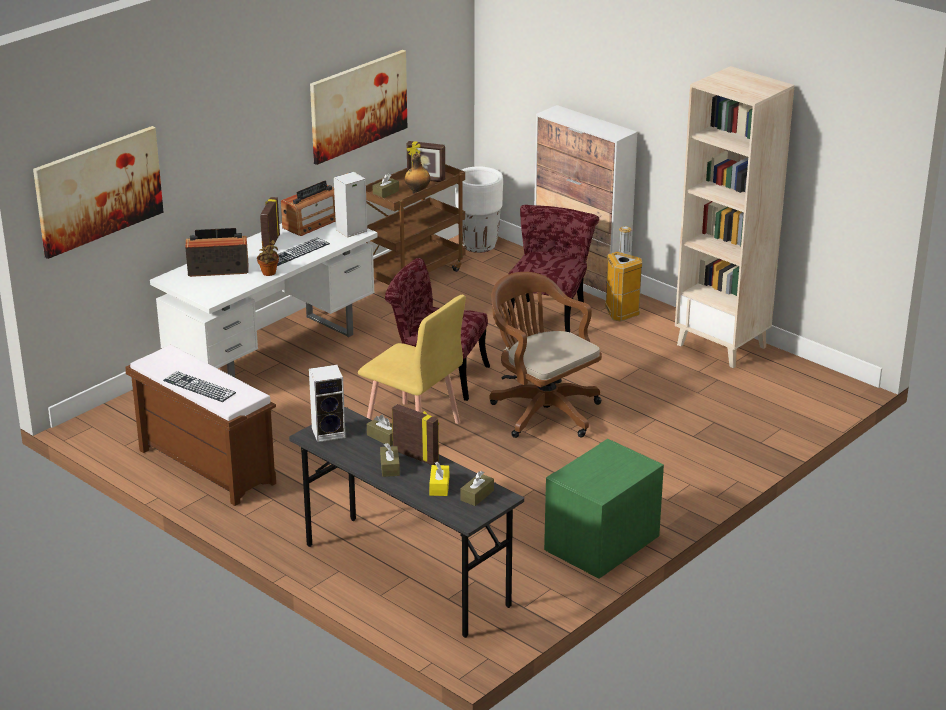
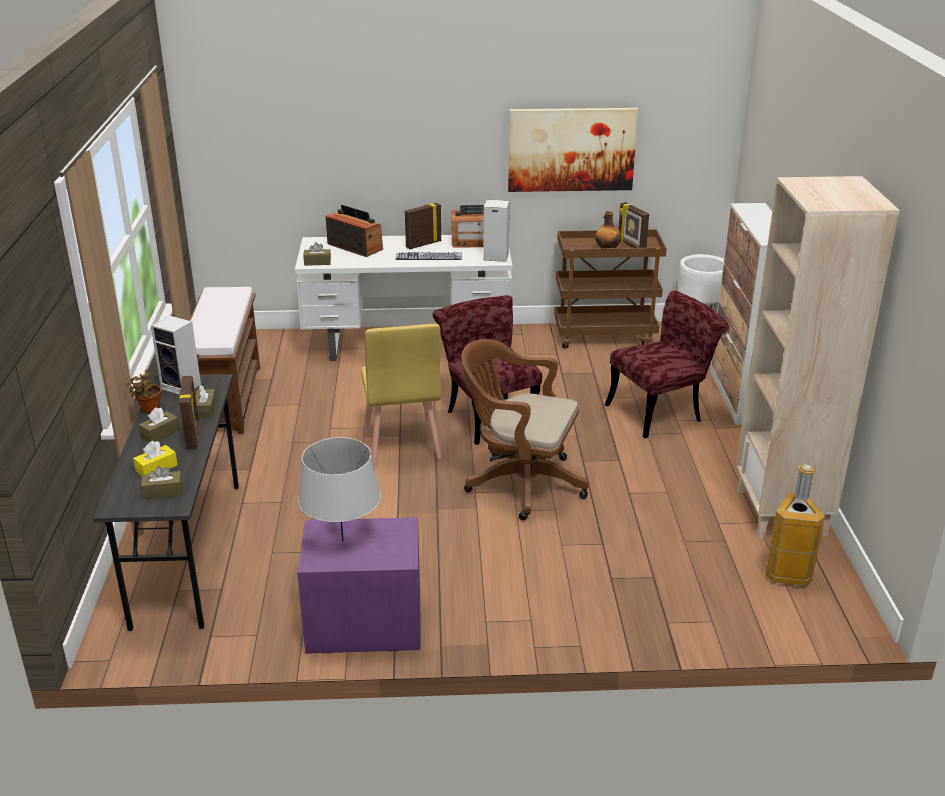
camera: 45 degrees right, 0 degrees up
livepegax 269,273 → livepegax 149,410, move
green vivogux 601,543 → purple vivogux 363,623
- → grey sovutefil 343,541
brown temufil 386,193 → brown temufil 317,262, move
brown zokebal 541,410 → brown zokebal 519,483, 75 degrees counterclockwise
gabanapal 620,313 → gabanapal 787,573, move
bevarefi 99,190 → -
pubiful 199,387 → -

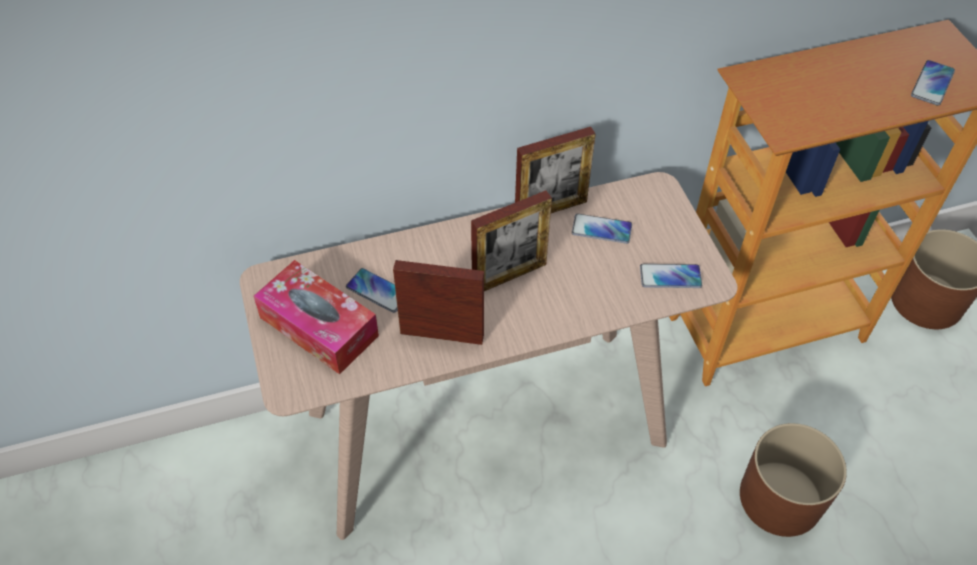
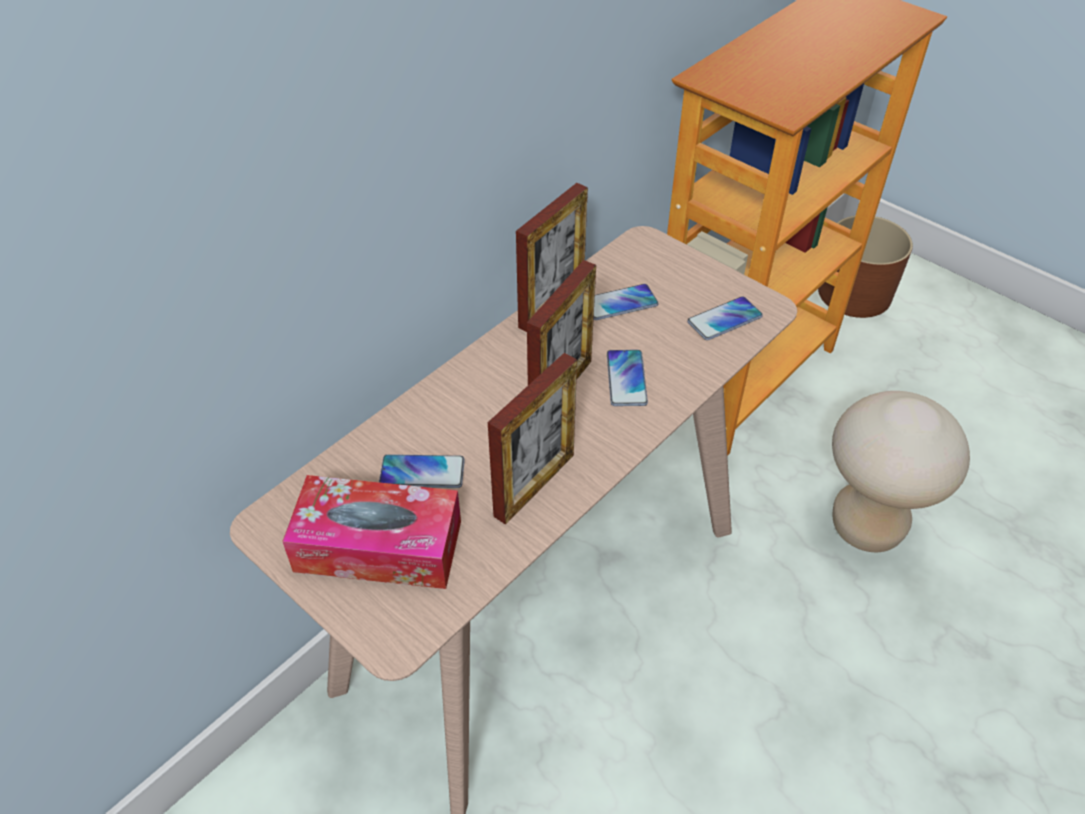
camera: 30 degrees left, 5 degrees down
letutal 442,334 → letutal 534,485, 150 degrees clockwise
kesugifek 932,84 → kesugifek 626,379, move
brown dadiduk 781,498 → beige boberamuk 866,526

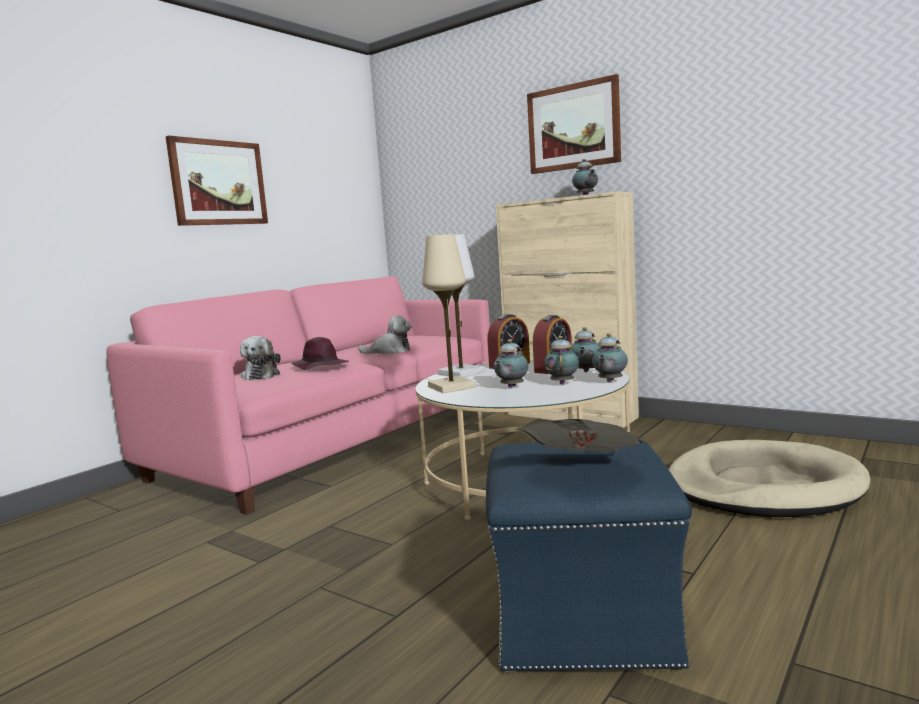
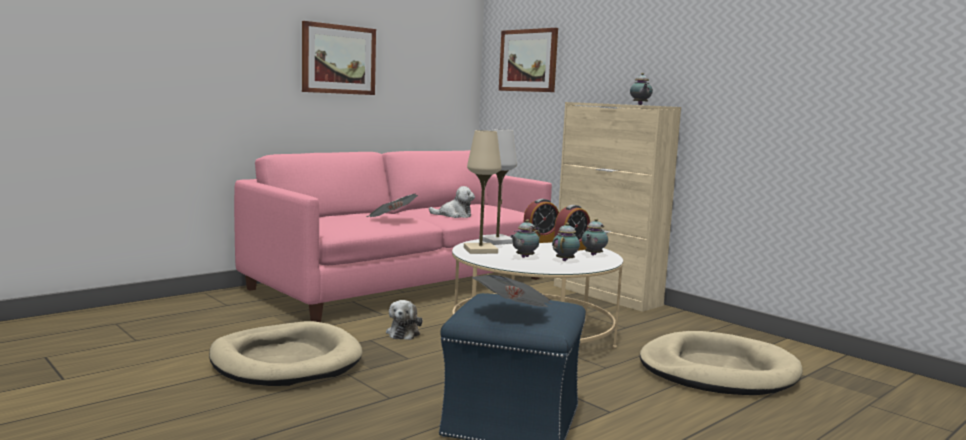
camera: 10 degrees right, 0 degrees up
- → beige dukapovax 286,361
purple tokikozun 319,367 → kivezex 391,220
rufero 261,375 → rufero 404,333, move
bevarefi 573,127 → bevarefi 528,60, move
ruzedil 609,381 → -

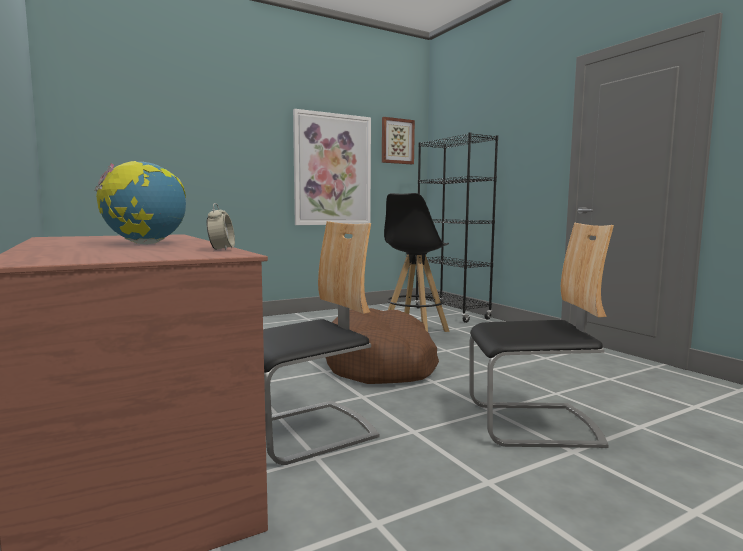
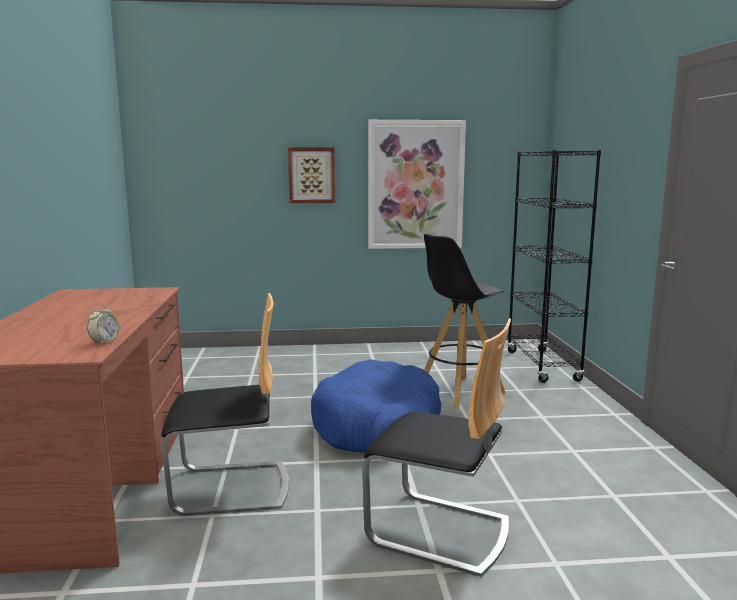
camera: 25 degrees right, 5 degrees up
bevarefi 397,141 → bevarefi 311,175, move
brown dukapovax 380,364 → blue dukapovax 377,426
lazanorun 145,244 → -

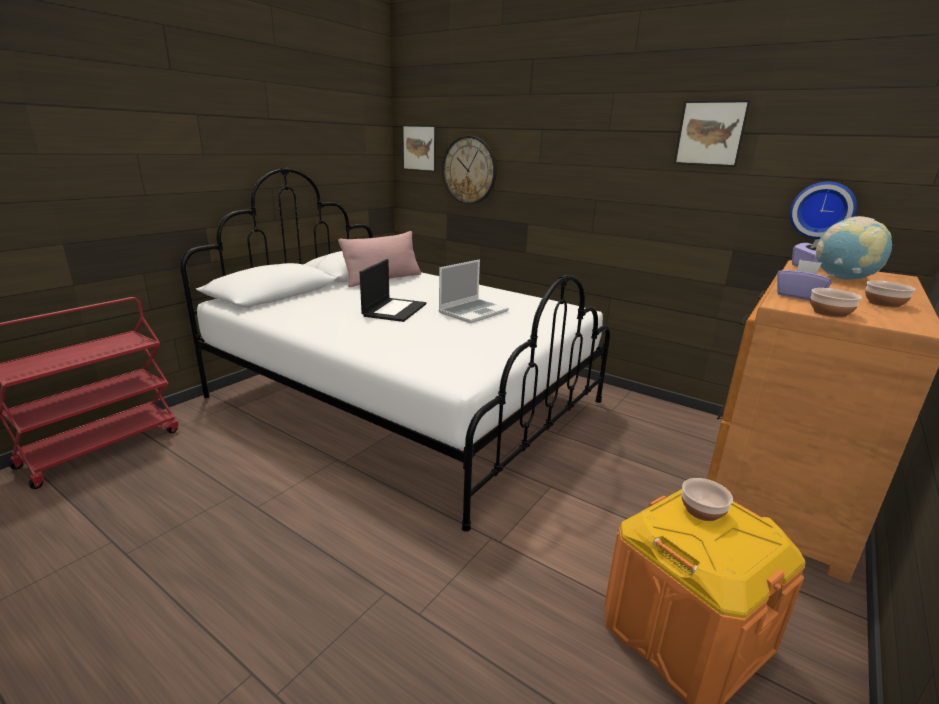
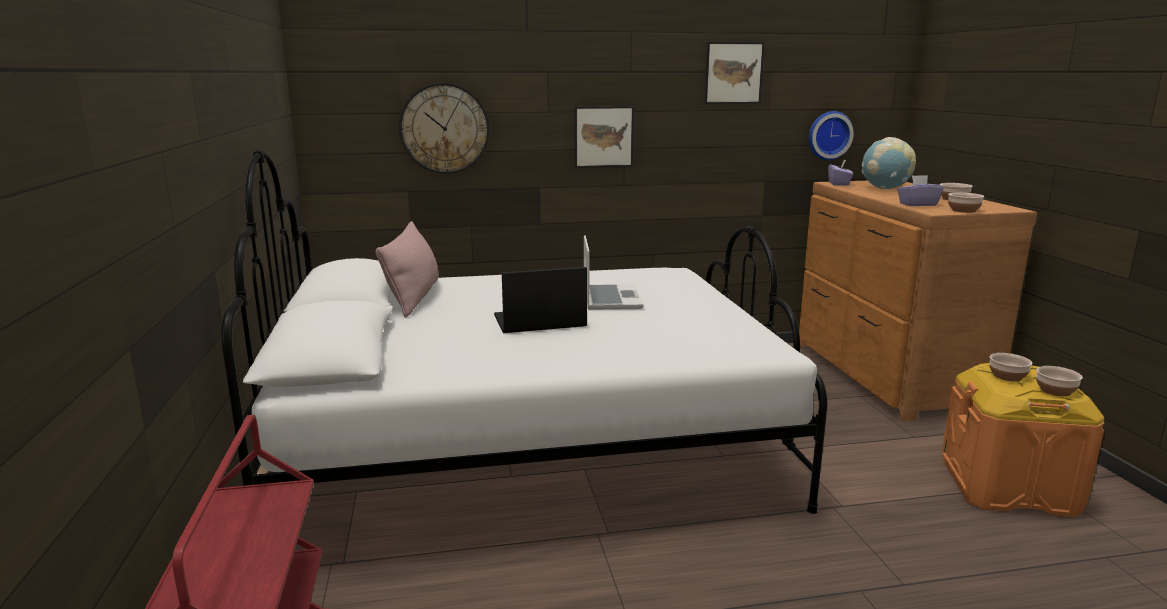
camera: 45 degrees left, 5 degrees down
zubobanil 394,309 → zubobanil 539,321, 75 degrees counterclockwise
bevarefi 419,148 → bevarefi 603,136, move
- → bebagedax 1055,390

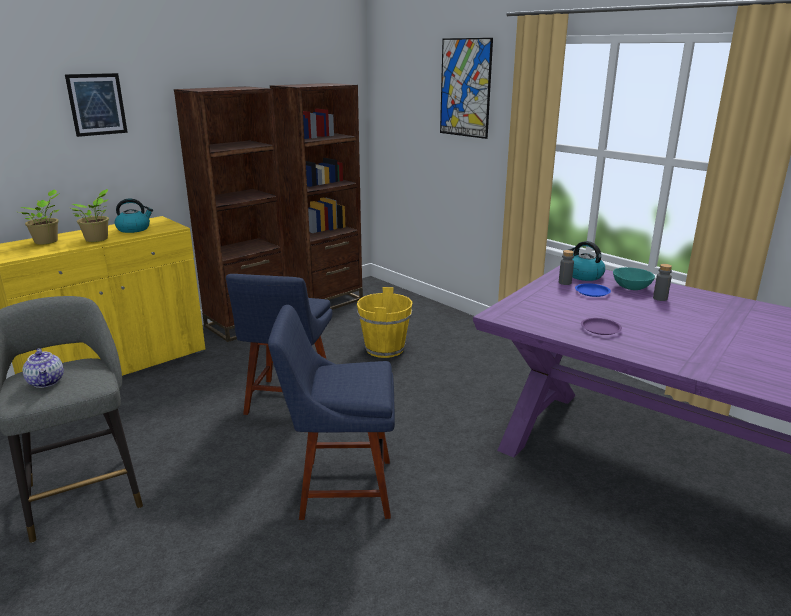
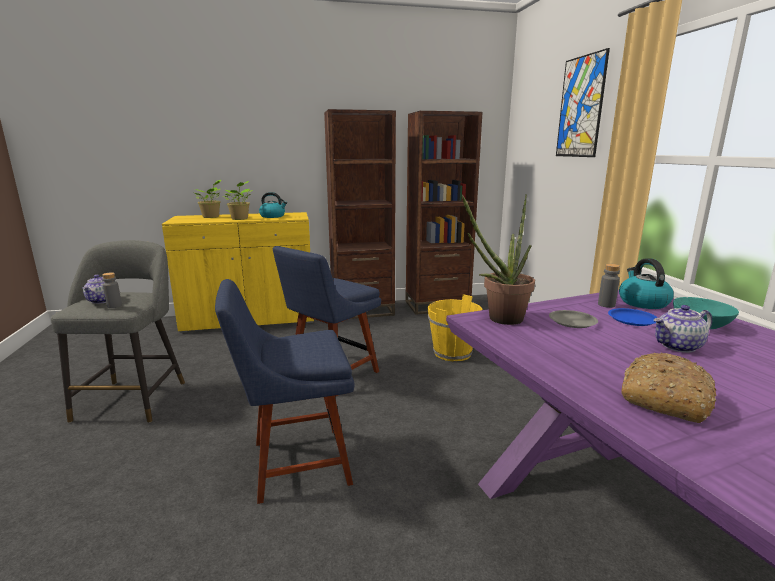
camera: 30 degrees right, 5 degrees down
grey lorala 660,298 → grey lorala 114,306, move
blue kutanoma 340,488 → blue kutanoma 294,463, 45 degrees counterclockwise
- → livepegax 499,319
- → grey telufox 572,322
- → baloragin 663,398
- → ruzedil 678,346
bevarefi 97,104 → -
purple telufox 601,329 → -

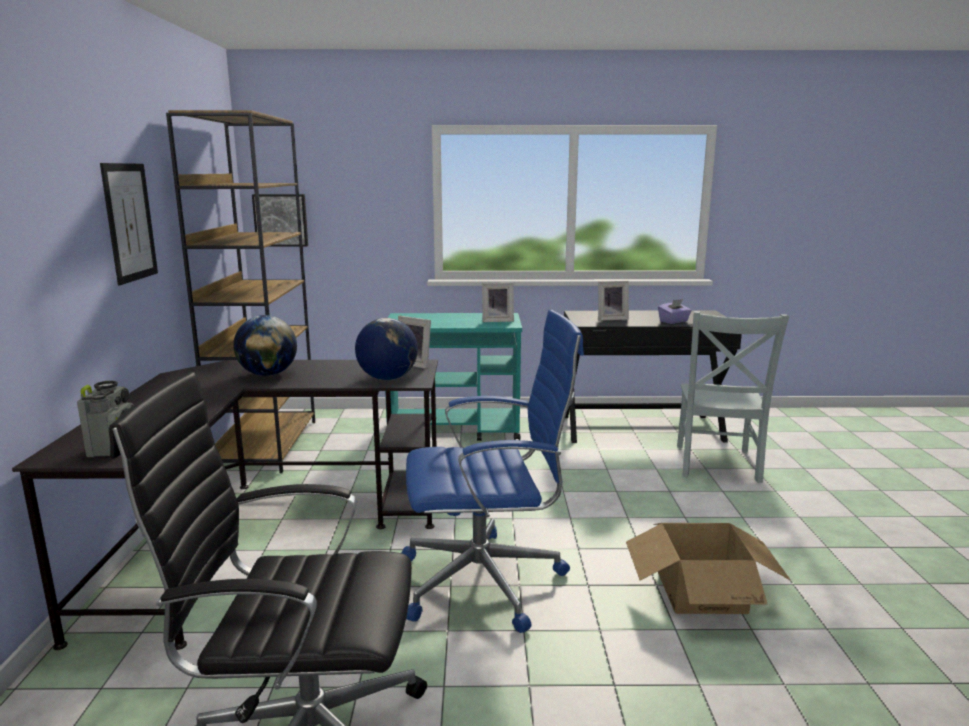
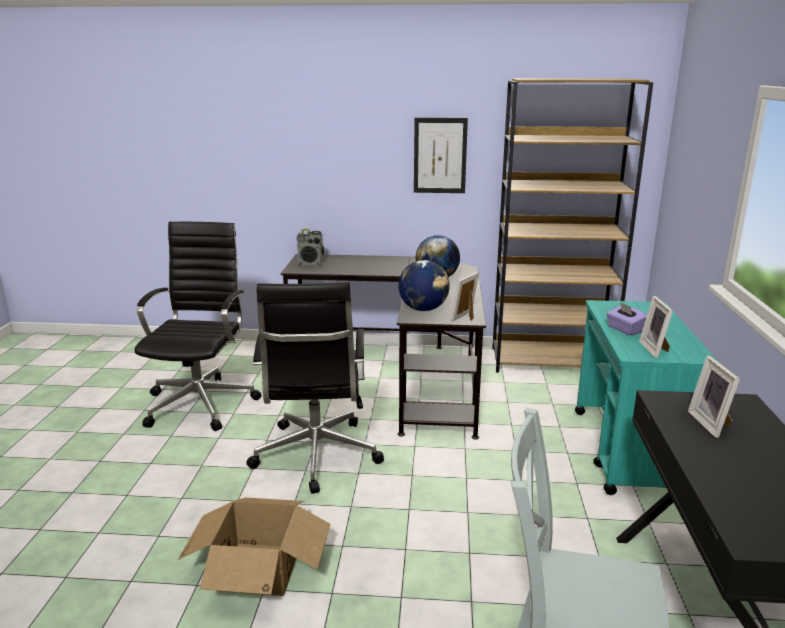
camera: 95 degrees right, 5 degrees up
blue zokebal 487,581 → black zokebal 316,456
purple temufil 674,321 → purple temufil 624,329, move
bevarefi 281,220 → -

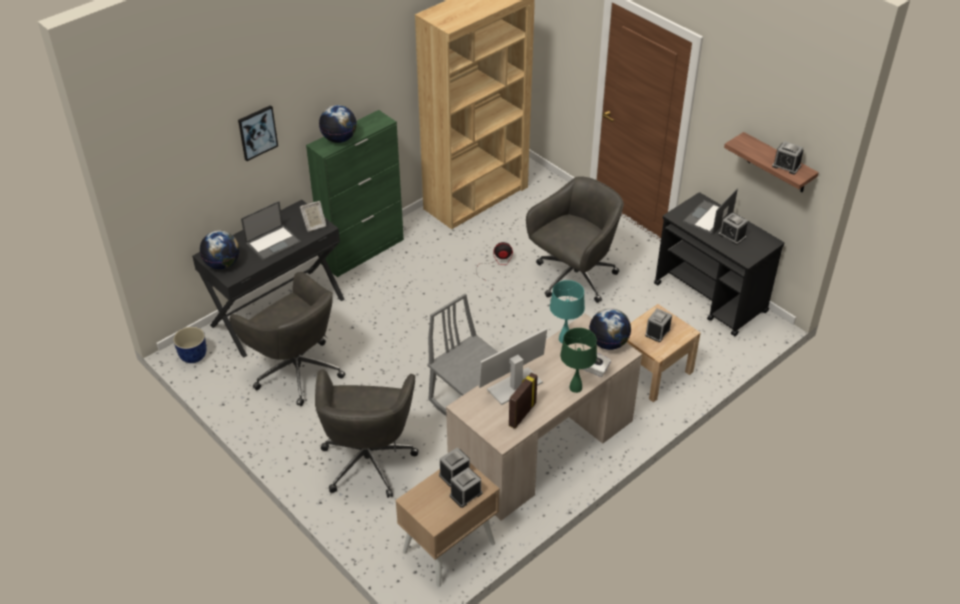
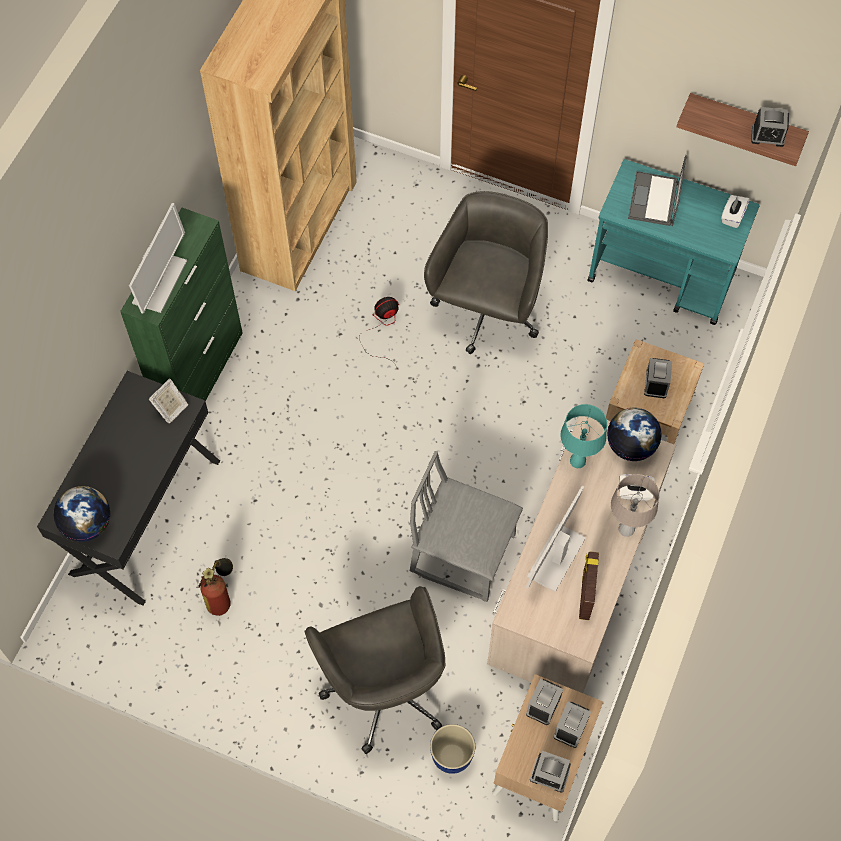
camera: 25 degrees left, 20 degrees up
lazanorun 339,139 → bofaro 160,283
grey zokebal 296,370 → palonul 221,596
dadiduk 193,356 → dadiduk 451,756, move
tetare 732,236 → tetare 549,775, move
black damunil 710,298 → turquoise damunil 662,277
green sovutefil 575,387 → beige sovutefil 626,528
- → white temufil 732,216
bevarefi 257,132 → -
zubobanil 273,242 → -

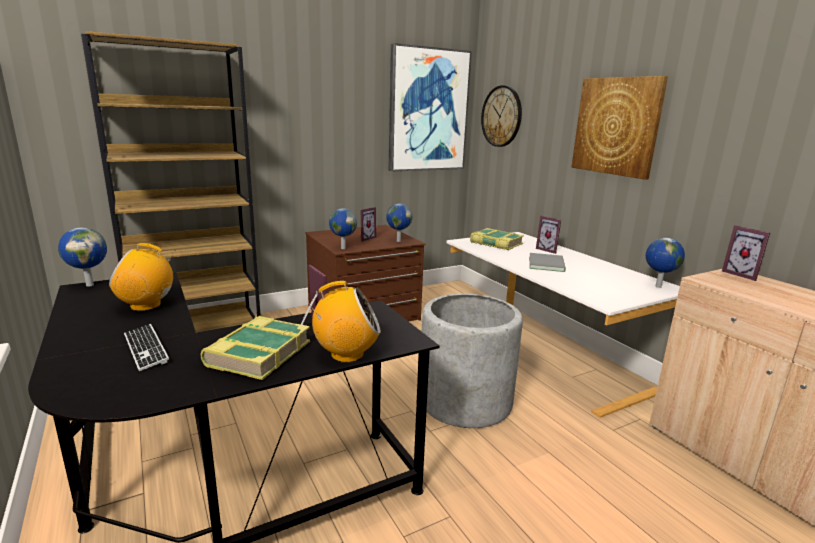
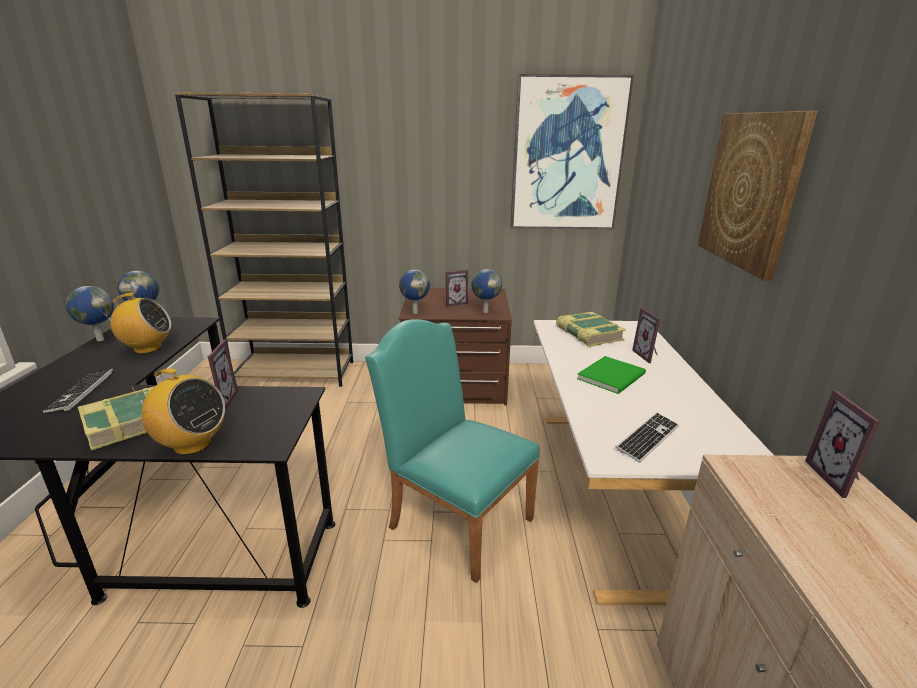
camera: 30 degrees right, 5 degrees up
lazanorun 657,286 → lazanorun 99,340, move
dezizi 146,305 → dezizi 147,348, 150 degrees clockwise
grey dadiduk 465,401 → turquoise kutanoma 454,518
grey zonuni 547,263 → green zonuni 613,376
- → pubiful 648,438
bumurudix 501,116 → -

